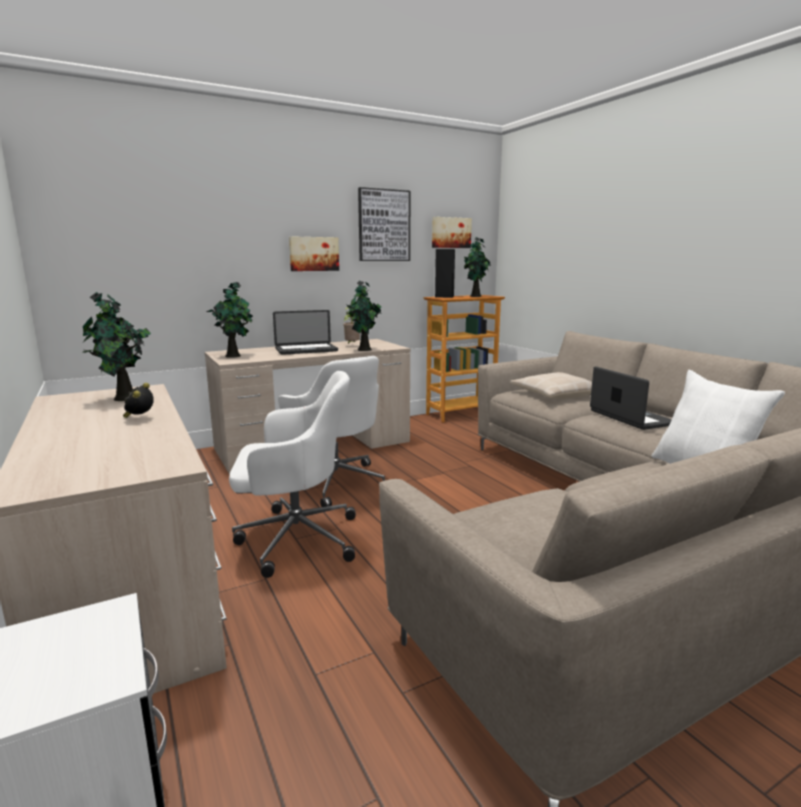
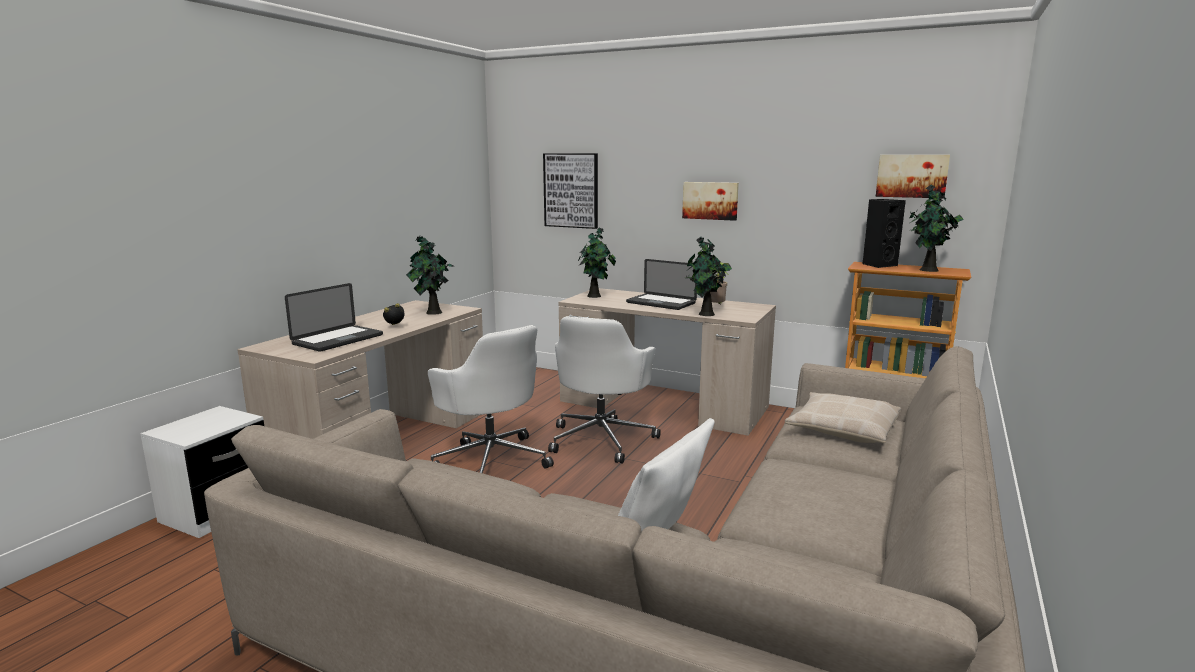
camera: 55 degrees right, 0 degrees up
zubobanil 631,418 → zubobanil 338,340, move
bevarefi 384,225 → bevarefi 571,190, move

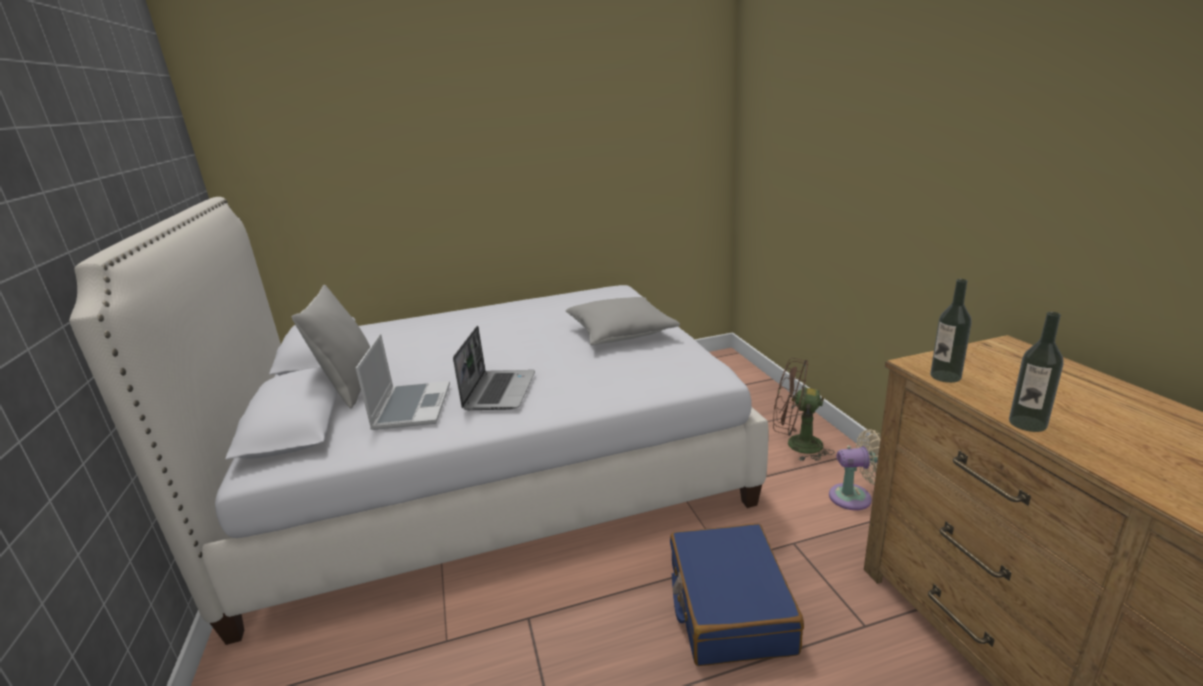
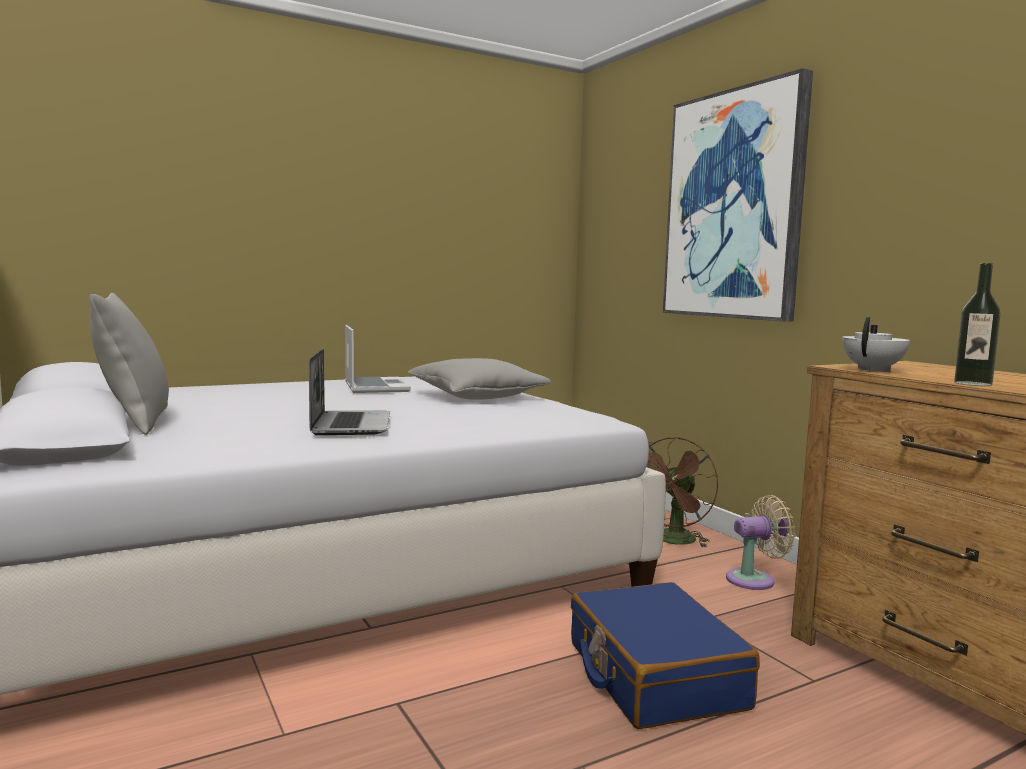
camera: 15 degrees left, 15 degrees down
zubobanil 411,407 → zubobanil 374,387, move
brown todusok 796,445 → brown todusok 673,542, 60 degrees counterclockwise
- → bevarefi 734,206
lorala 945,376 → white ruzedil 873,370

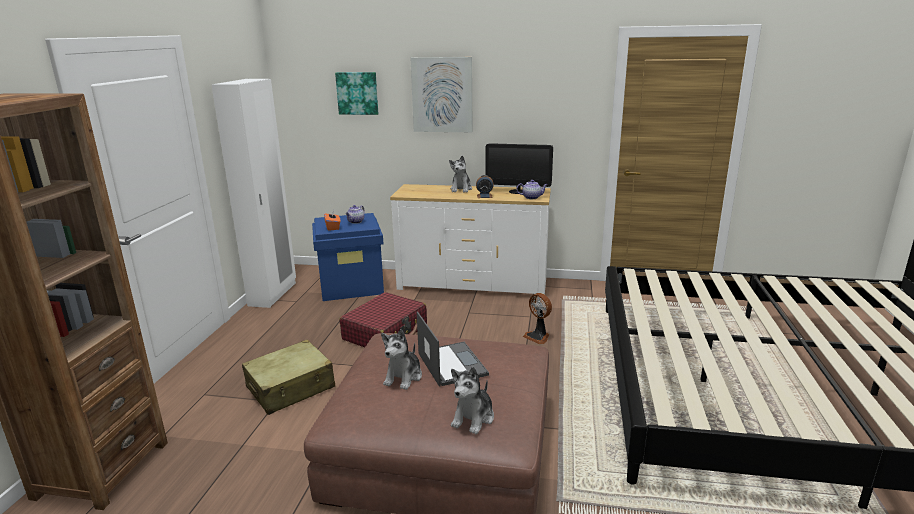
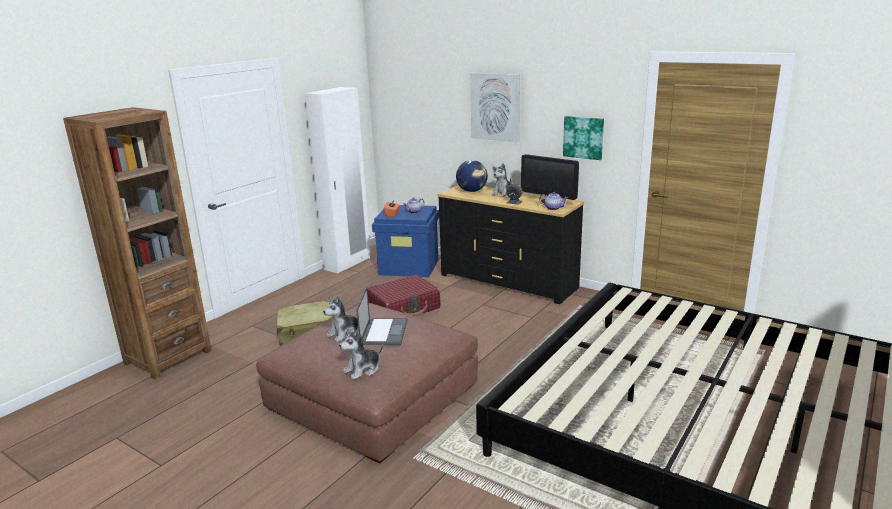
camera: 25 degrees right, 0 degrees up
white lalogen 472,284 → black lalogen 508,281
- → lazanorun 472,191
bevarefi 357,93 → bevarefi 583,137, move
todusok 538,337 → -

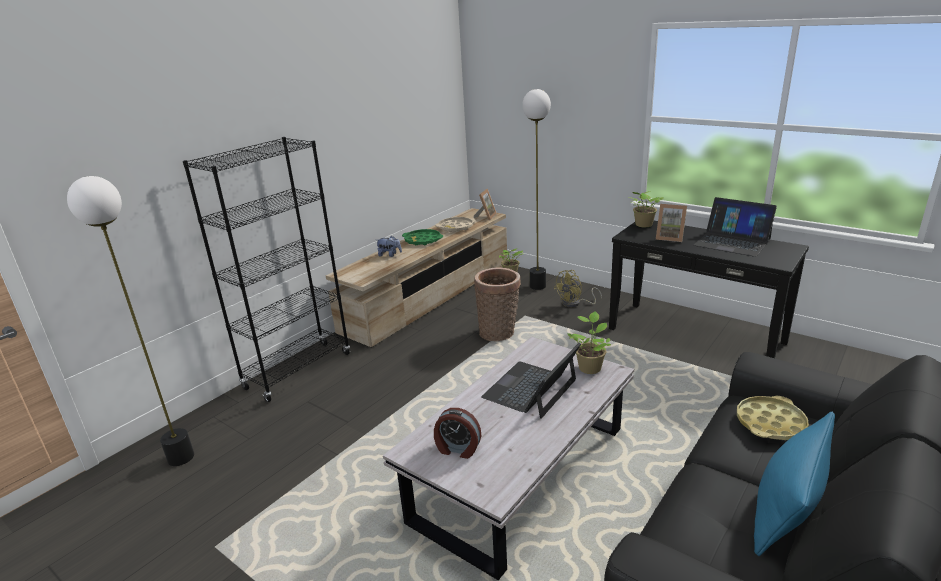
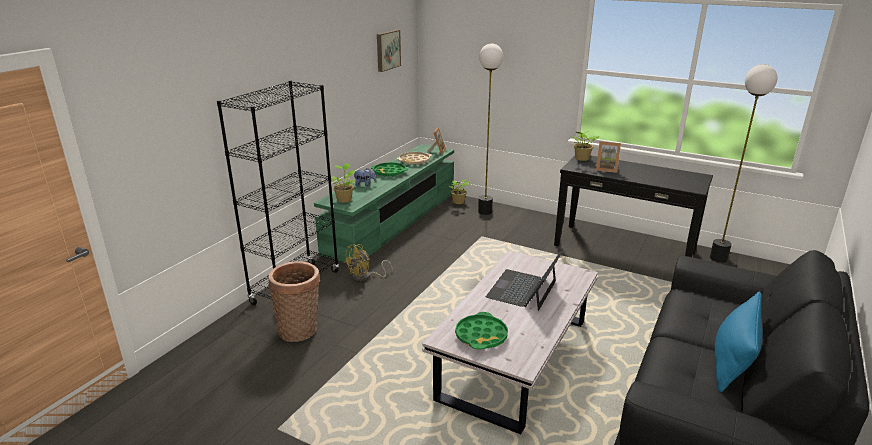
camera: 10 degrees left, 0 degrees up
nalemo 499,332 → nalemo 300,330, move
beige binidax 430,296 → green binidax 393,222
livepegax 590,367 → livepegax 344,199, move
yellow todusok 575,303 → yellow todusok 365,277, move
- → bevarefi 387,50
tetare 457,449 → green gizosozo 481,336
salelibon 180,458 → salelibon 718,258, move
zubobanil 732,242 → -
yellow gizosozo 770,423 → -

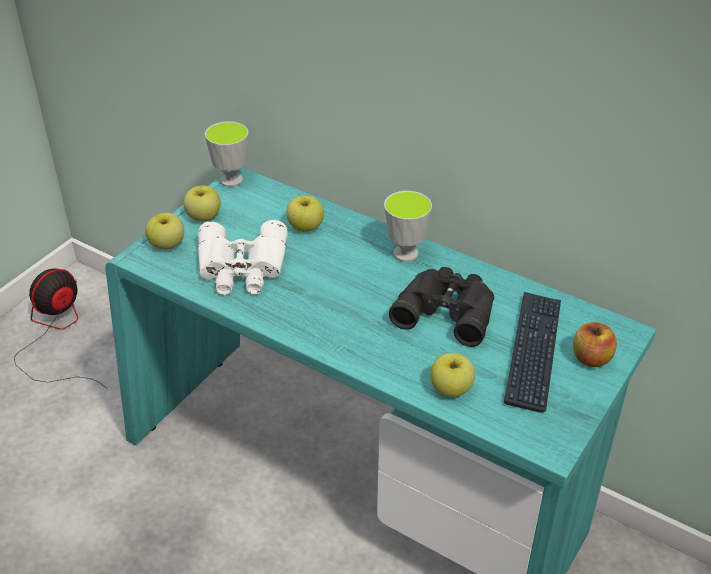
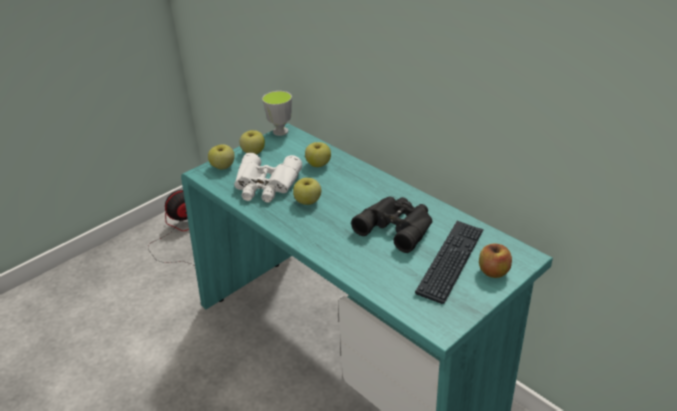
camera: 15 degrees right, 5 degrees down
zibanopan 451,389 → zibanopan 308,201, move
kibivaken 405,253 → -

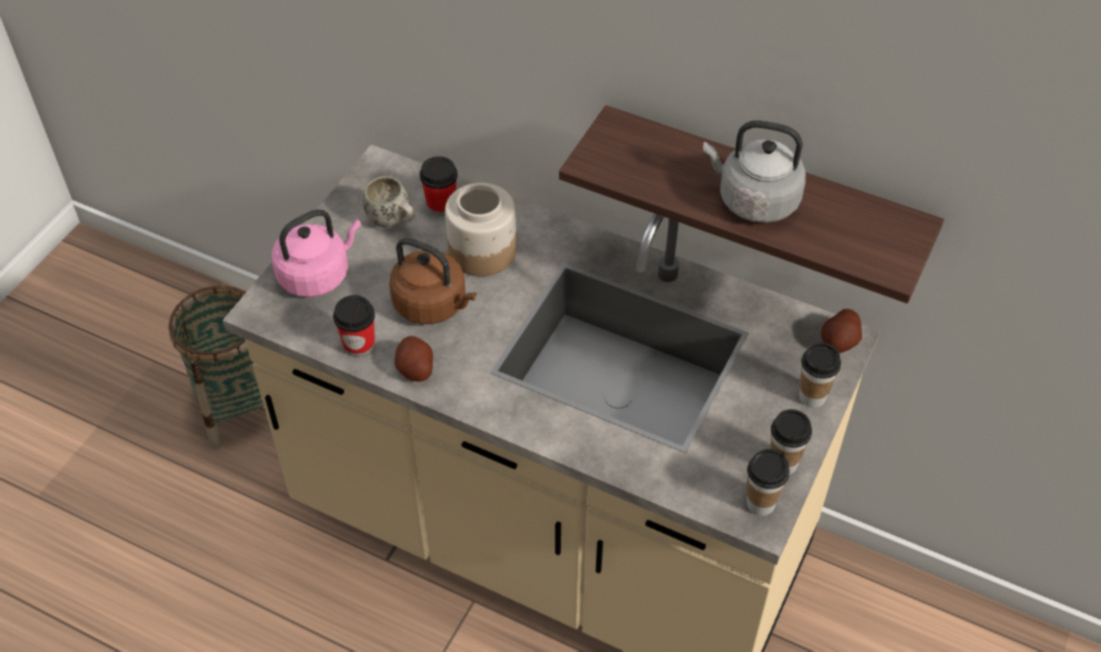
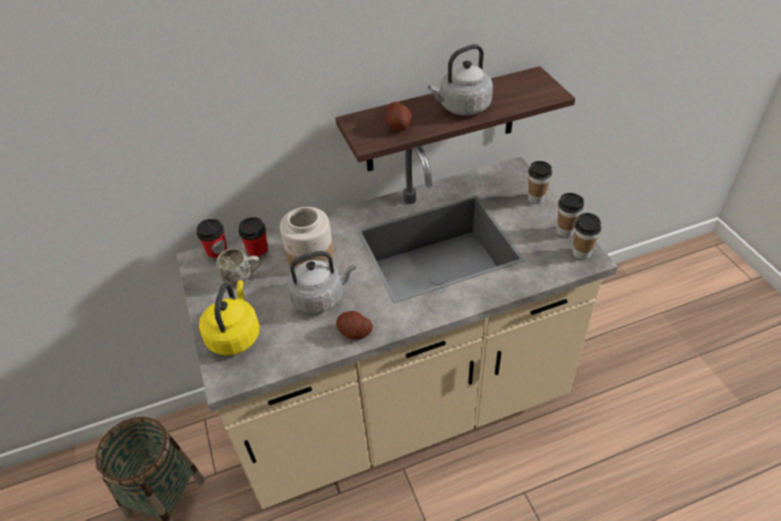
camera: 45 degrees left, 5 degrees down
kibivaken 359,345 → kibivaken 217,253, move
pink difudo 317,275 → yellow difudo 235,335
brown difudo 433,305 → grey difudo 320,297
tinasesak 839,341 → tinasesak 398,126, move

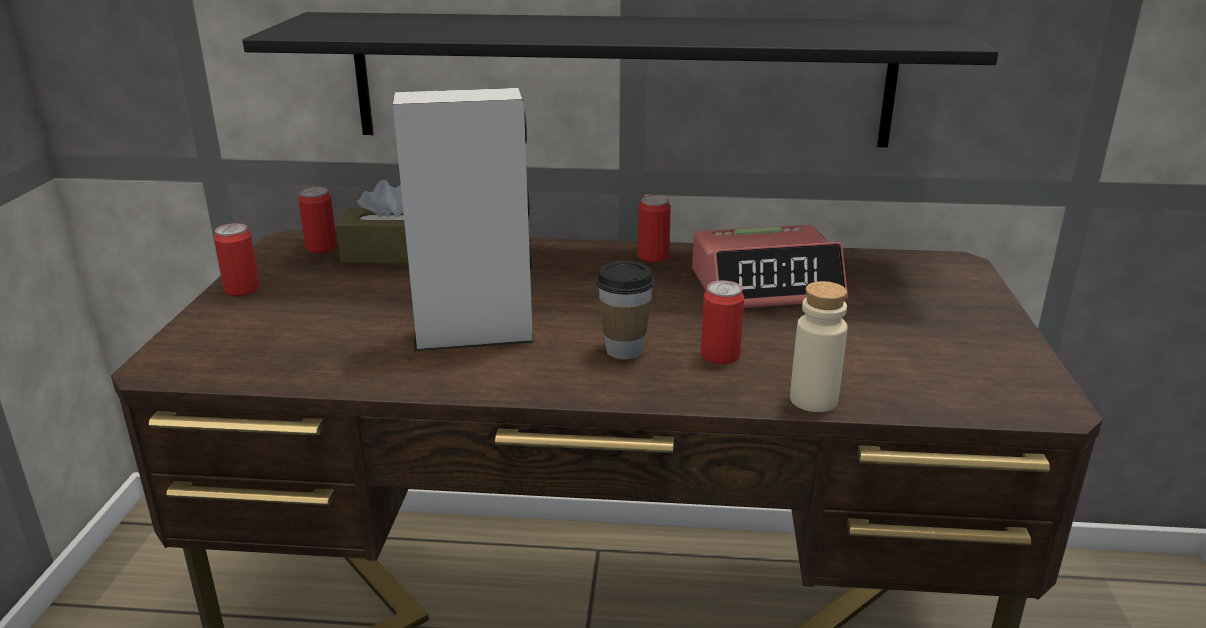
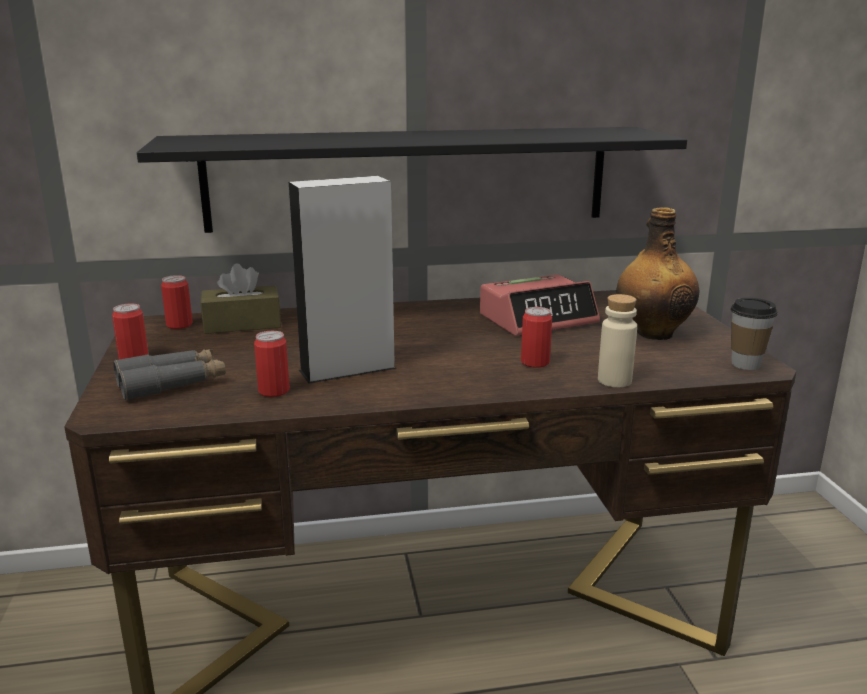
camera: 15 degrees left, 5 degrees down
- → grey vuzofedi 172,383
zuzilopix 653,256 → zuzilopix 274,391, move
- → lorala 653,333
kibivaken 624,350 → kibivaken 745,364, move

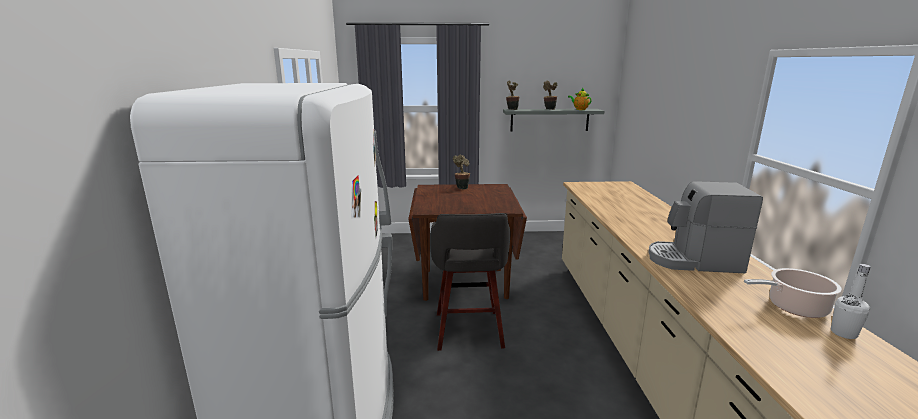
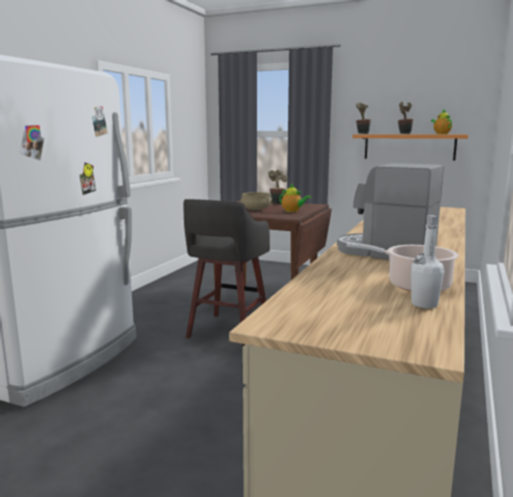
camera: 25 degrees right, 5 degrees down
- → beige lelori 256,209
- → ruzedil 293,211
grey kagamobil 549,120 → orange kagamobil 409,147

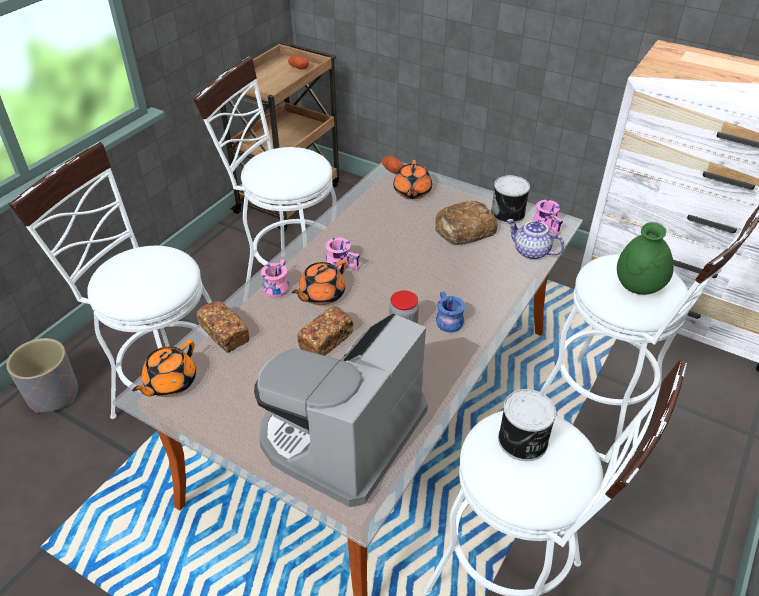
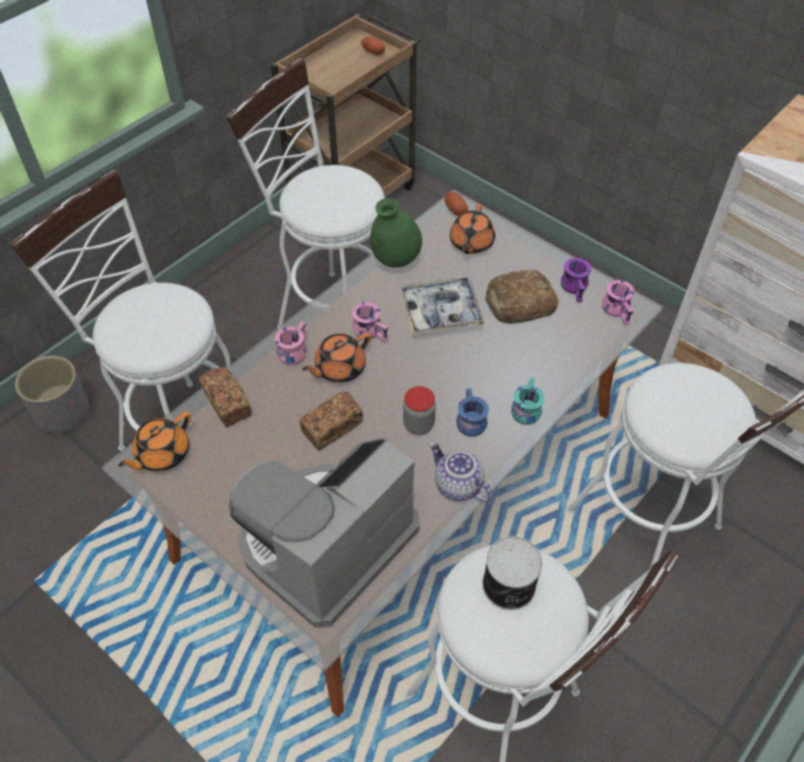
camera: 10 degrees right, 10 degrees up
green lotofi 637,288 → green lotofi 395,260, move
- → gizosozo 441,311
ruzedil 530,252 → ruzedil 457,486, move
- → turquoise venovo 524,408
zuzilopix 508,214 → purple venovo 576,288

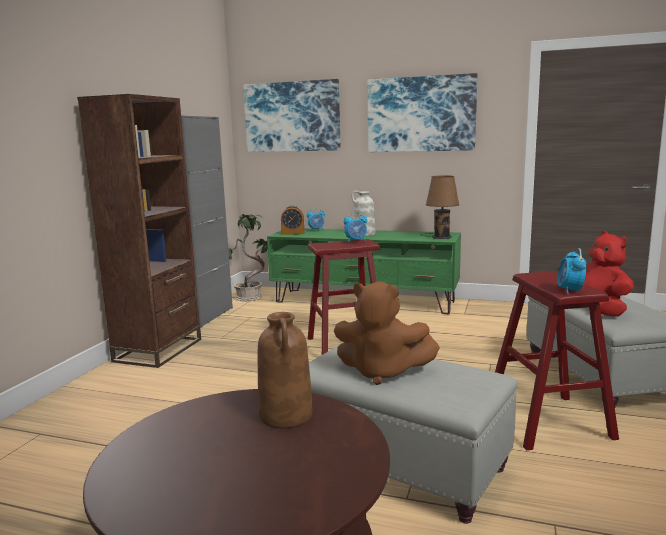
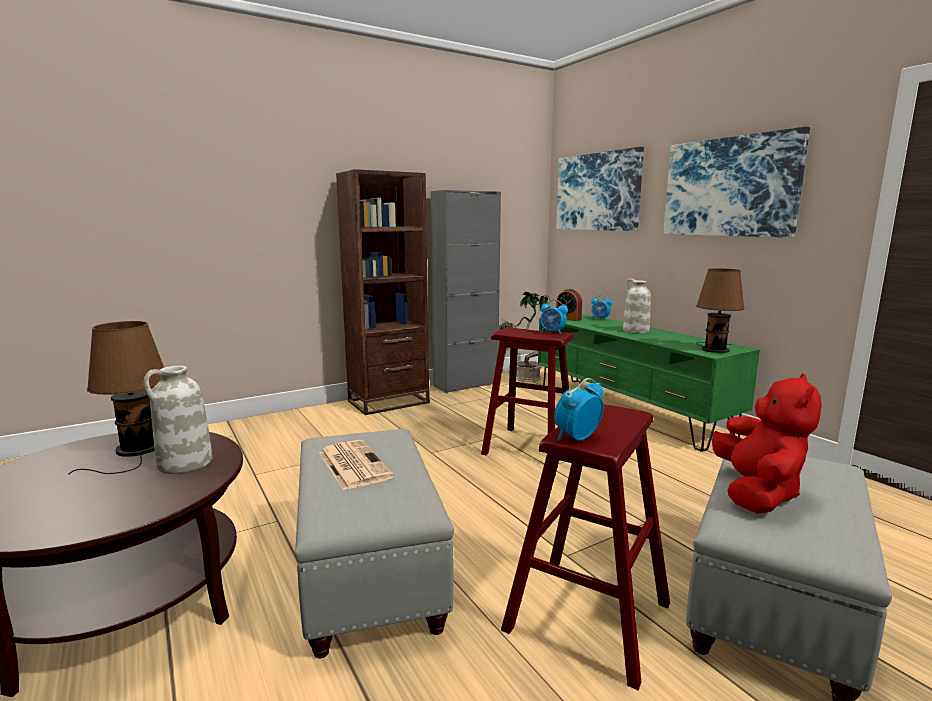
camera: 40 degrees right, 0 degrees up
- → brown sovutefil 136,450
brown lotofi 286,416 → white lotofi 185,464
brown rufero 382,372 → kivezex 353,464

